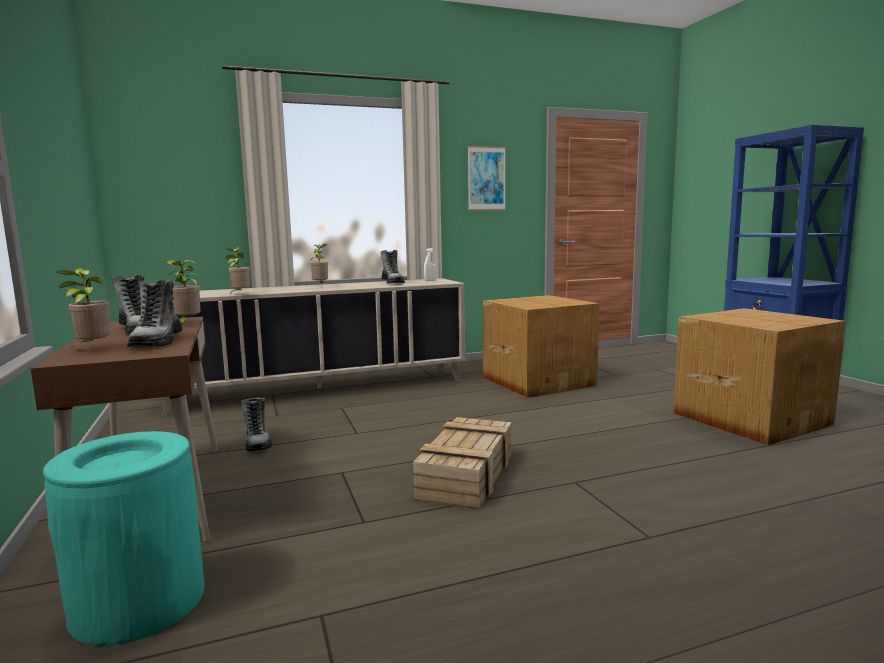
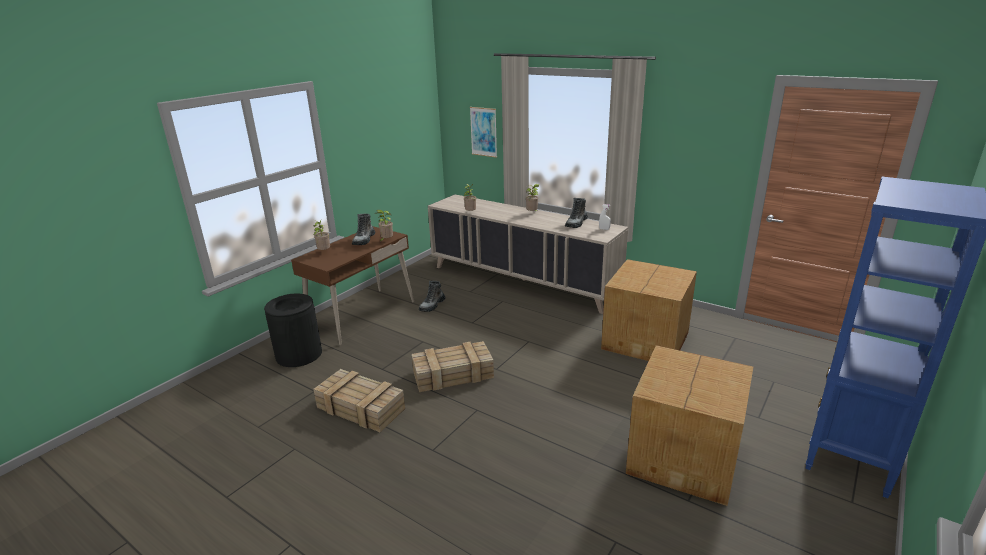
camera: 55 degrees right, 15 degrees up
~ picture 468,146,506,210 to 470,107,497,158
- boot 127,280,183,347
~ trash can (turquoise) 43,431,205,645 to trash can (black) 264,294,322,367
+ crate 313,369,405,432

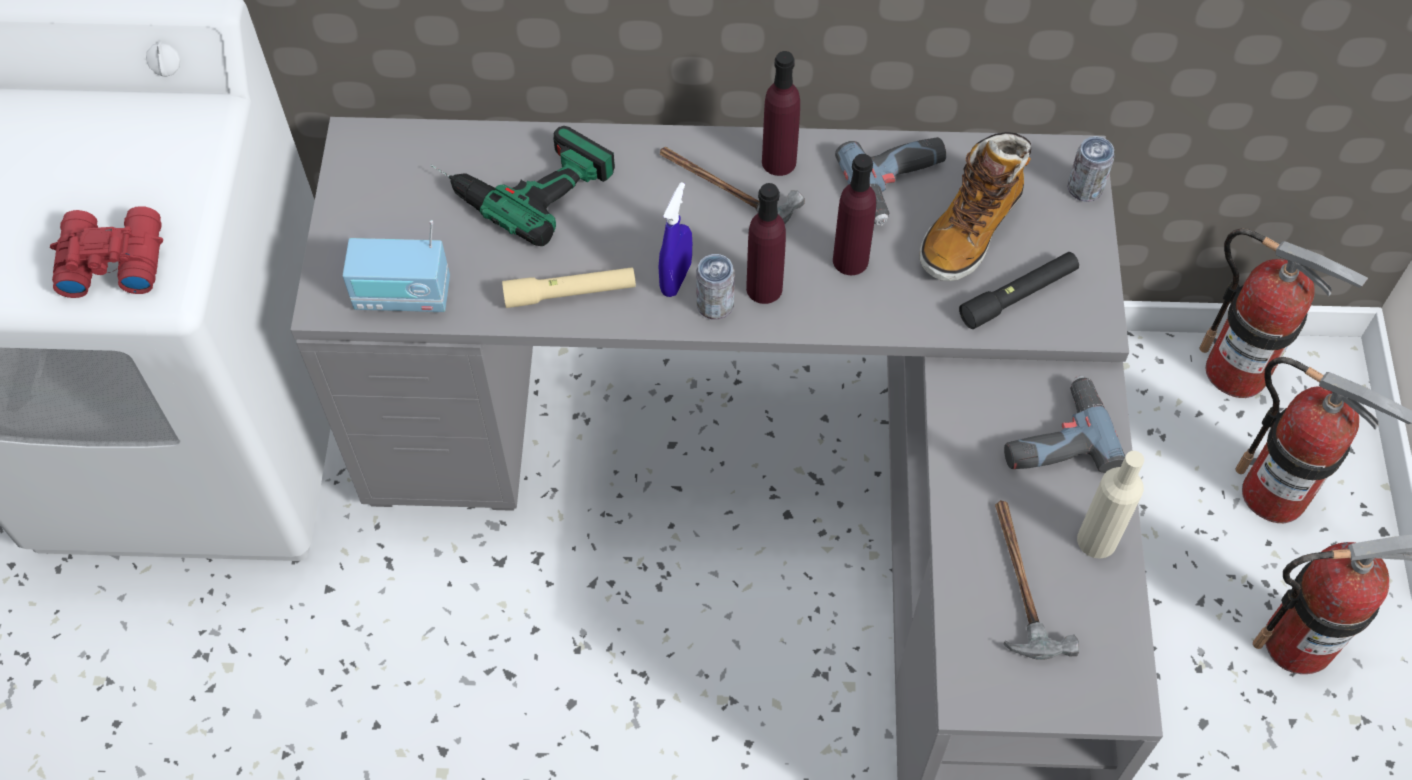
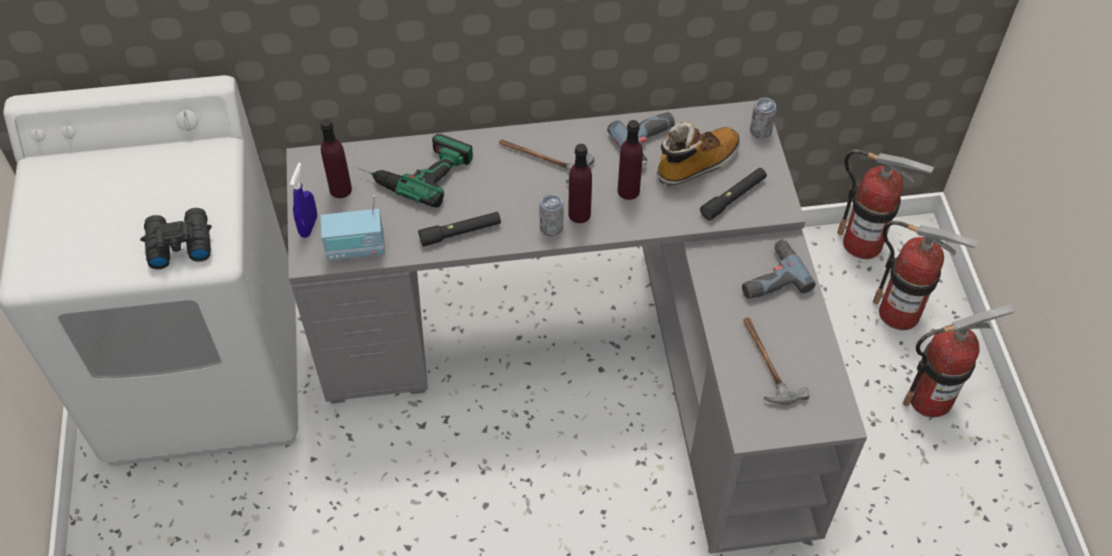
camera: 10 degrees left, 5 degrees down
~ bottle (purple) 762,51,800,176 to 320,118,352,198
~ boot 919,132,1031,281 = 657,122,740,186 150 degrees counterclockwise
~ spray bottle (blue) 659,182,692,297 to 290,163,317,238
~ binoculars (red) 50,206,163,298 to binoculars (black) 140,208,212,269
~ flashlight (beige) 502,267,636,308 to flashlight (black) 418,212,501,247
- bottle (beige) 1077,451,1144,559

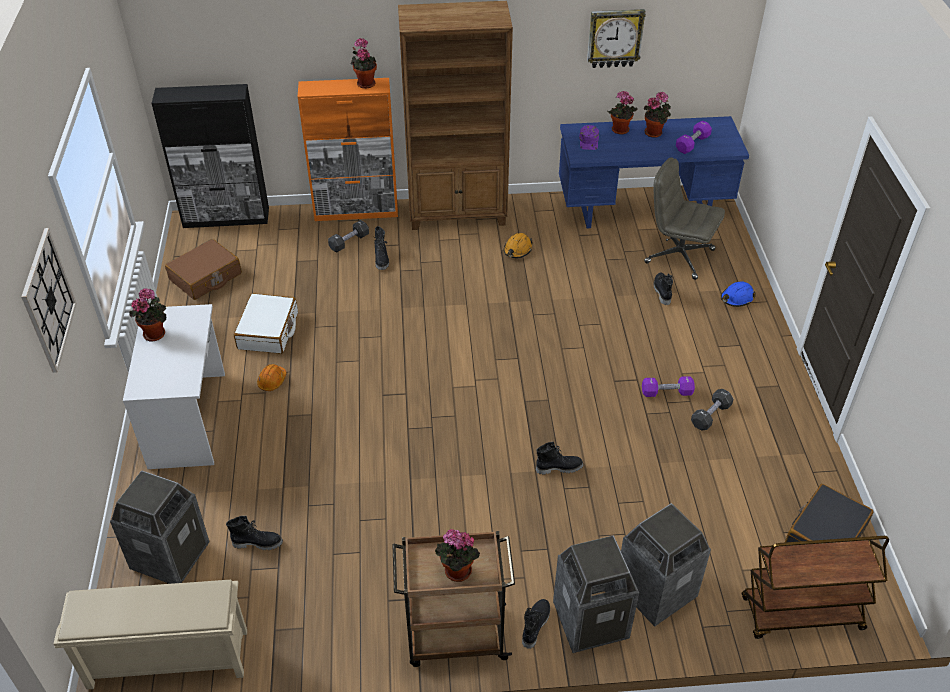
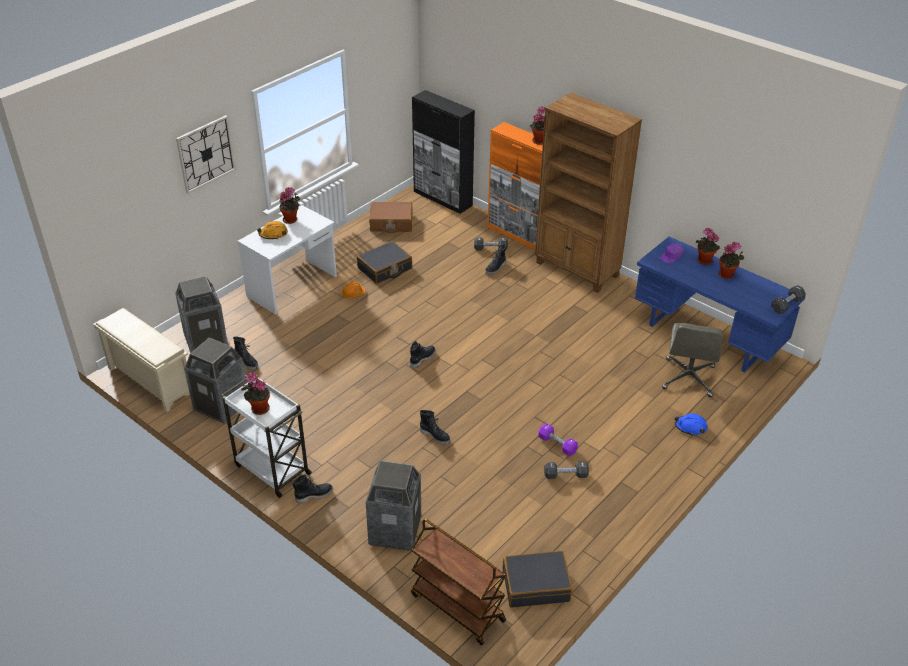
camera: 45 degrees right, 5 degrees down
- wall clock 587,9,646,68
- dumbbell (purple) 676,120,712,154
~ office chair (grey) 644,157,725,280 = 662,323,723,397 150 degrees counterclockwise
~ hard hat (orange) 504,233,533,258 to 257,221,288,239
~ boot (black) 654,273,673,305 to 410,341,436,368
~ suitcase (white) 234,293,298,354 to suitcase (black) 357,241,412,284
~ cart (brown) 392,531,515,667 to cart (white) 221,377,312,498
~ trash can 553,535,639,653 to 184,337,247,424
+ dumbbell (black) 771,285,806,314

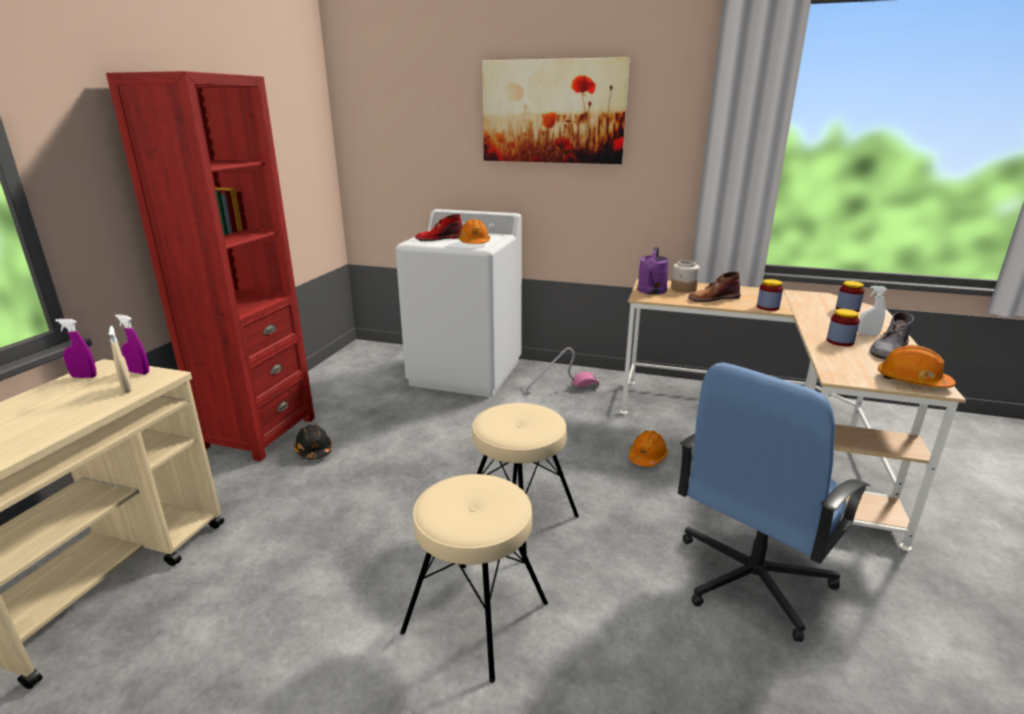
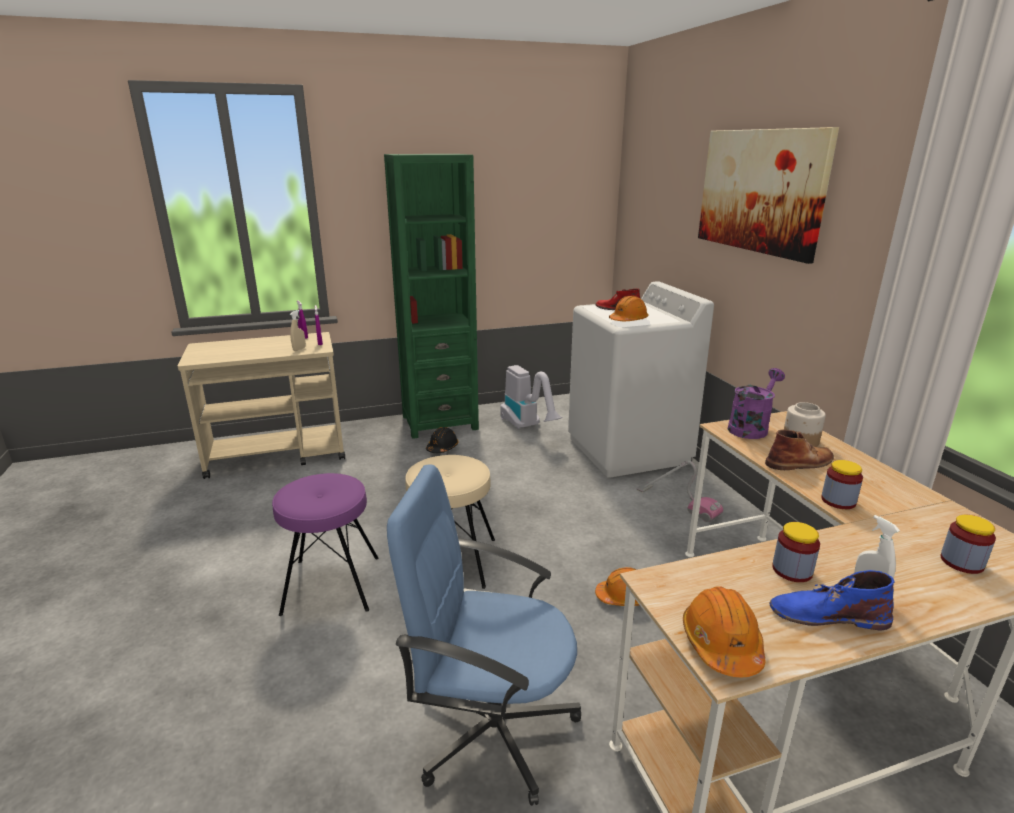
camera: 55 degrees right, 0 degrees up
~ bookcase (red) 106,71,315,462 to bookcase (green) 384,154,479,439
~ watering can (purple) 637,247,669,295 = 728,368,785,439 150 degrees clockwise
~ boot (brown) 688,272,740,302 = 765,430,834,470 120 degrees clockwise
~ boot (grey) 870,312,914,359 to boot (blue) 770,570,894,630
~ stool (beige) 400,474,548,683 to stool (purple) 272,473,379,616
+ vacuum cleaner 500,365,563,429

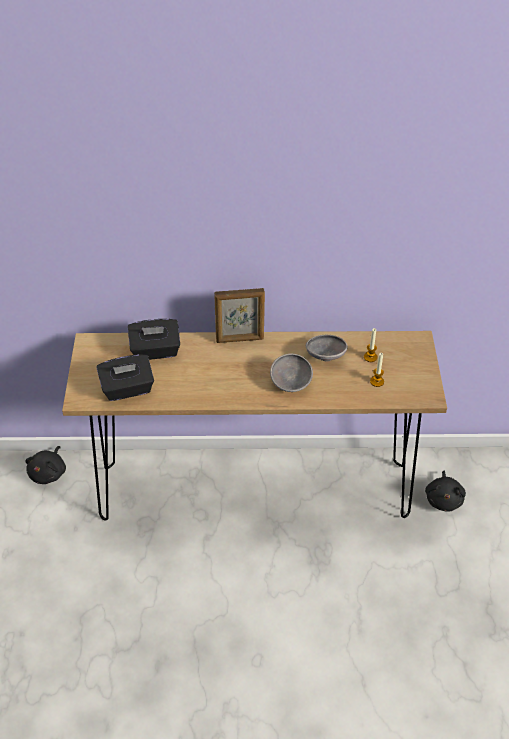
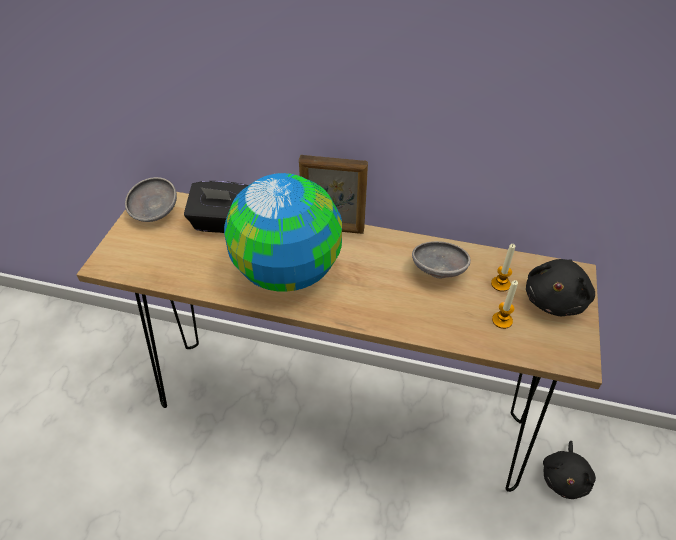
camera: 15 degrees right, 0 degrees up
~ bowl (grey) 270,353,313,392 to 125,177,177,222
- tissue box (black) 97,354,154,401
~ plush toy (black) 25,446,66,484 to 526,259,595,316
+ globe 224,173,342,292

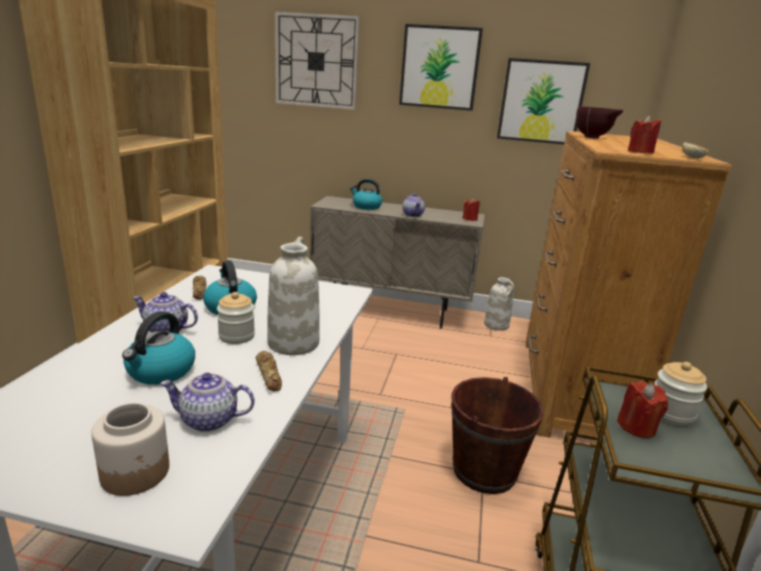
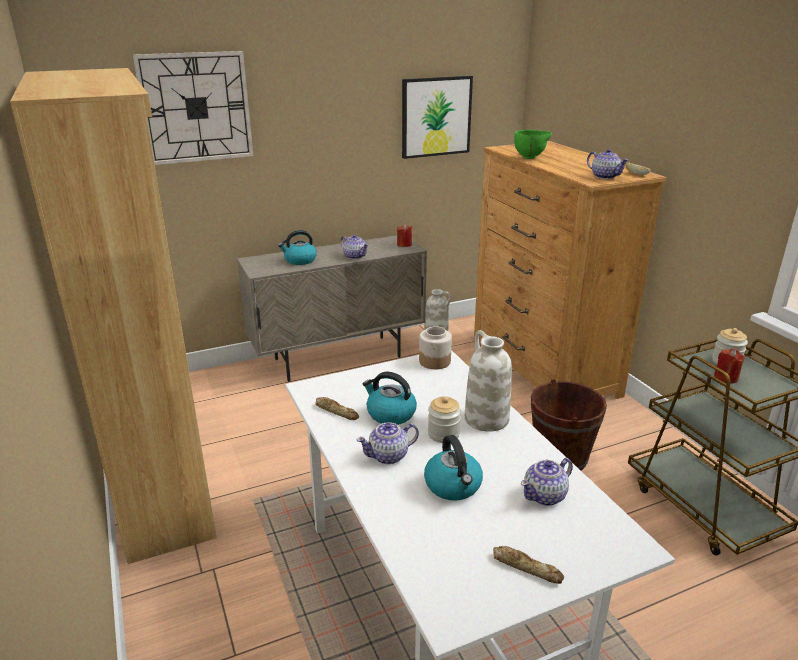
camera: 35 degrees left, 5 degrees up
- picture 399,24,483,111
~ bowl (brown) 576,106,623,138 to bowl (green) 514,130,552,159
~ candle (red) 628,116,661,153 to teapot 587,149,629,179
~ bread 255,351,282,391 to 493,546,564,584
~ jar 91,403,169,496 to 419,326,452,369

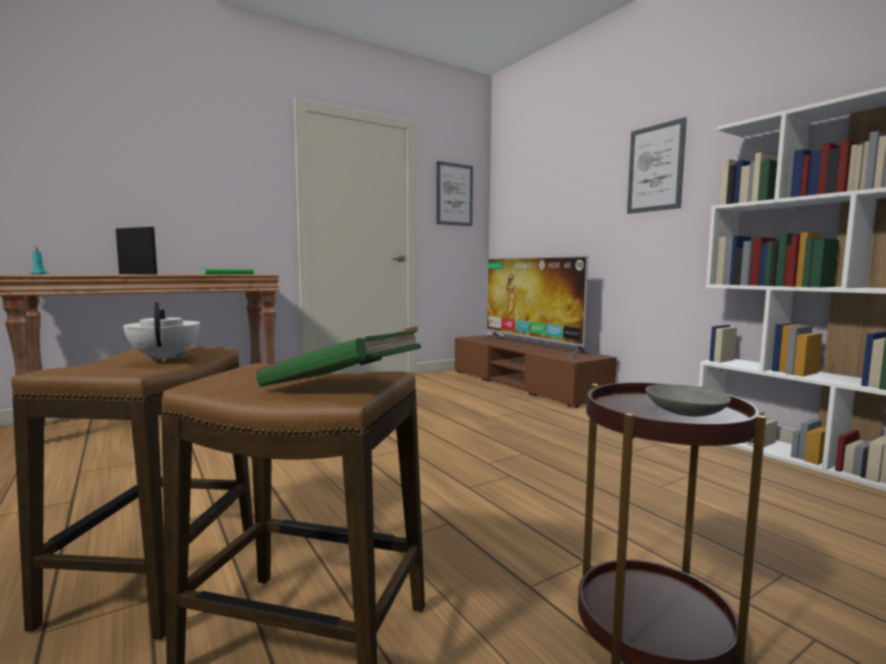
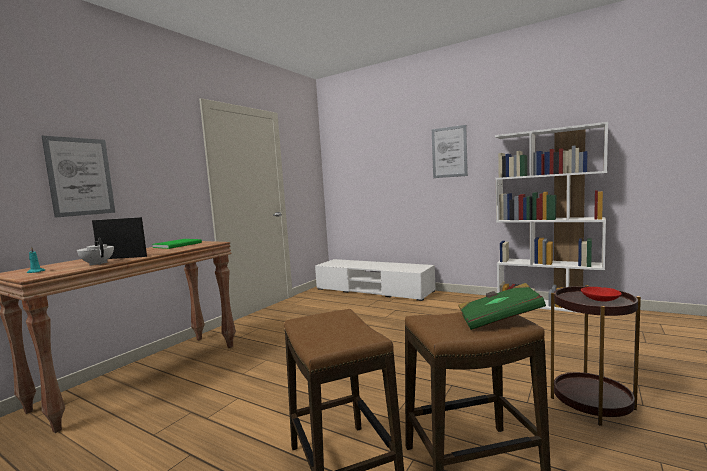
camera: 25 degrees left, 0 degrees up
~ picture 436,161,473,226 to 42,136,115,218
- television 478,255,588,358
~ teapot (white) 123,302,200,361 to 77,238,114,266
~ tv stand (brown) 455,335,617,408 to tv stand (white) 315,259,436,301
~ bowl (grey) 645,384,731,417 to bowl (red) 581,287,622,301

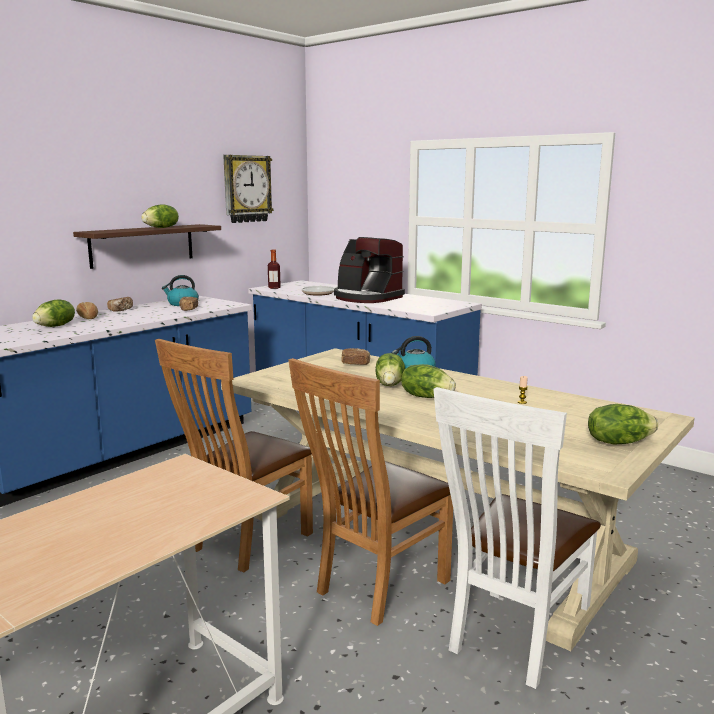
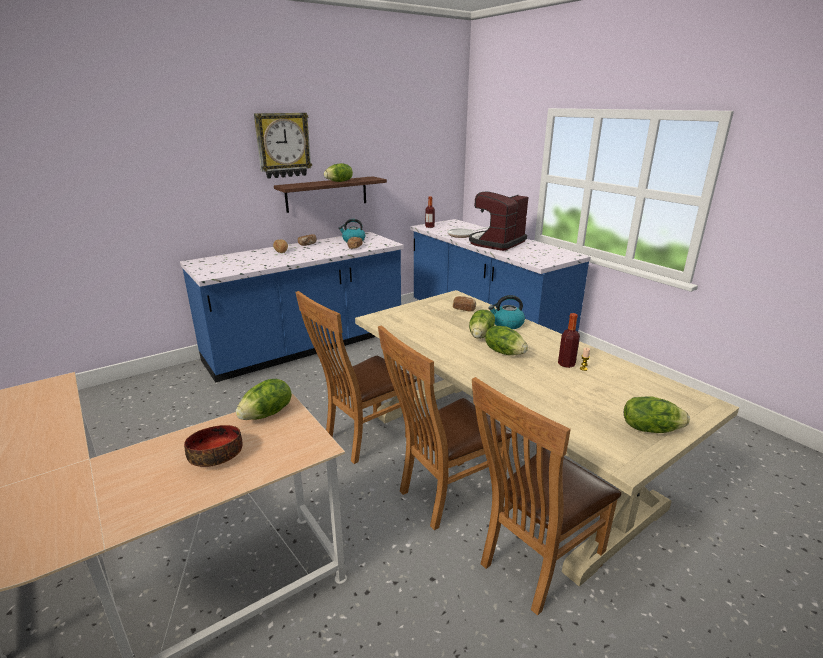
camera: 15 degrees right, 10 degrees up
~ wall clock 223,155,274,223 to 254,113,312,179
~ coffee machine 334,237,405,303 = 469,192,529,251 75 degrees clockwise
~ lettuce 32,299,75,327 to 236,379,292,420
~ chair (white) 433,387,601,689 to chair (brown) 472,377,621,616
+ bottle 558,313,580,368
+ bowl 184,425,242,467

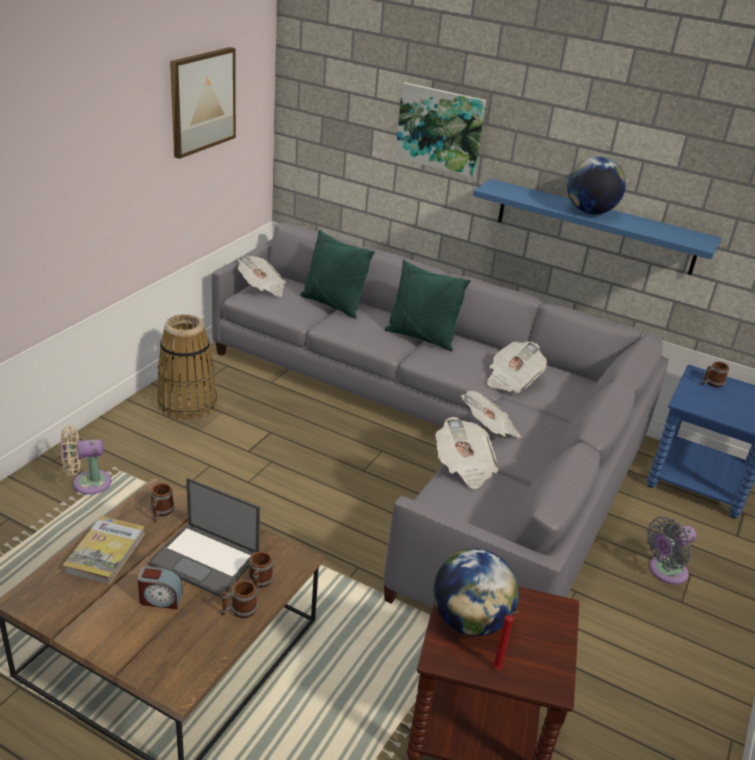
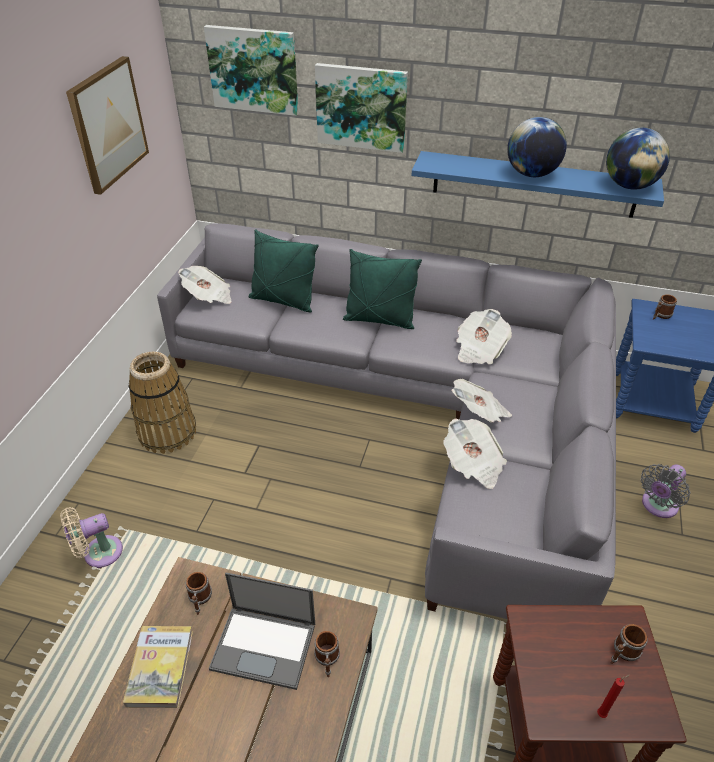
camera: 10 degrees left, 10 degrees up
~ globe 433,548,519,636 to 606,128,670,189
- alarm clock 138,566,183,609
~ mug 221,580,257,618 to 611,624,648,664
+ picture 204,25,299,116

